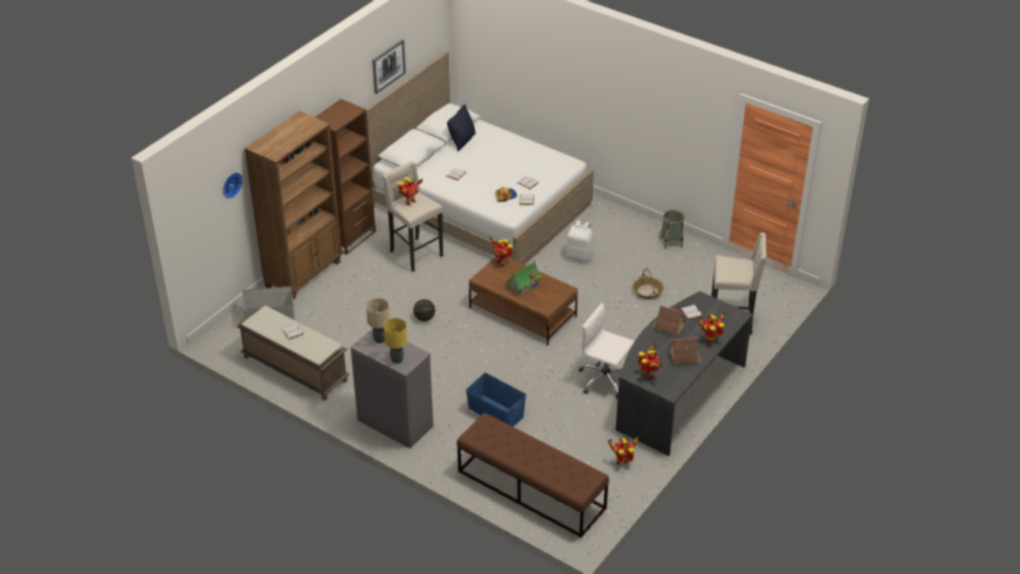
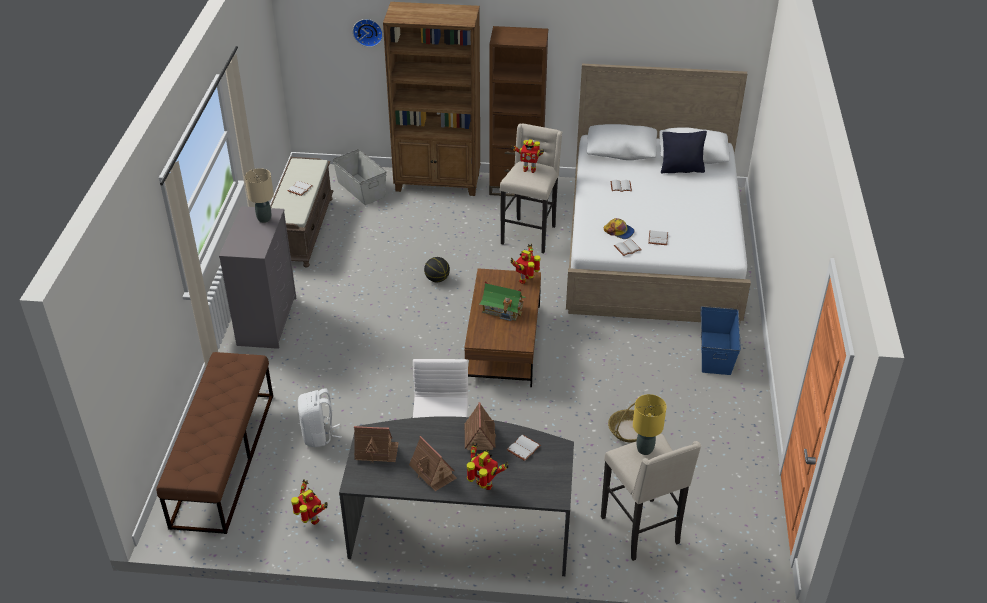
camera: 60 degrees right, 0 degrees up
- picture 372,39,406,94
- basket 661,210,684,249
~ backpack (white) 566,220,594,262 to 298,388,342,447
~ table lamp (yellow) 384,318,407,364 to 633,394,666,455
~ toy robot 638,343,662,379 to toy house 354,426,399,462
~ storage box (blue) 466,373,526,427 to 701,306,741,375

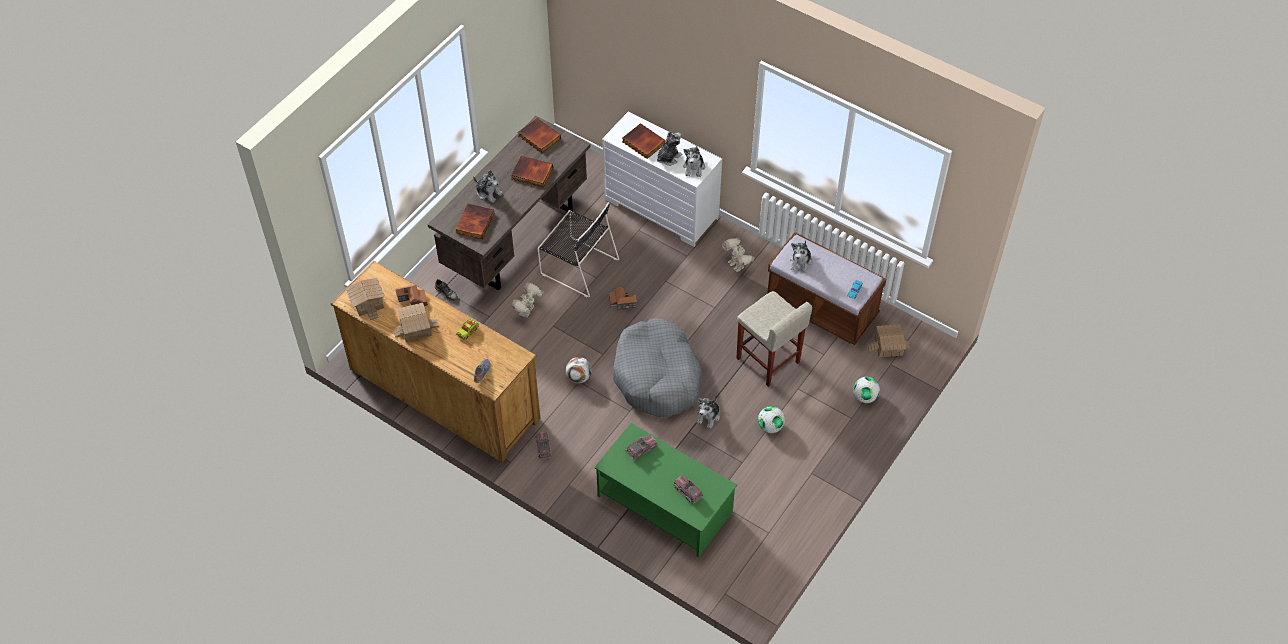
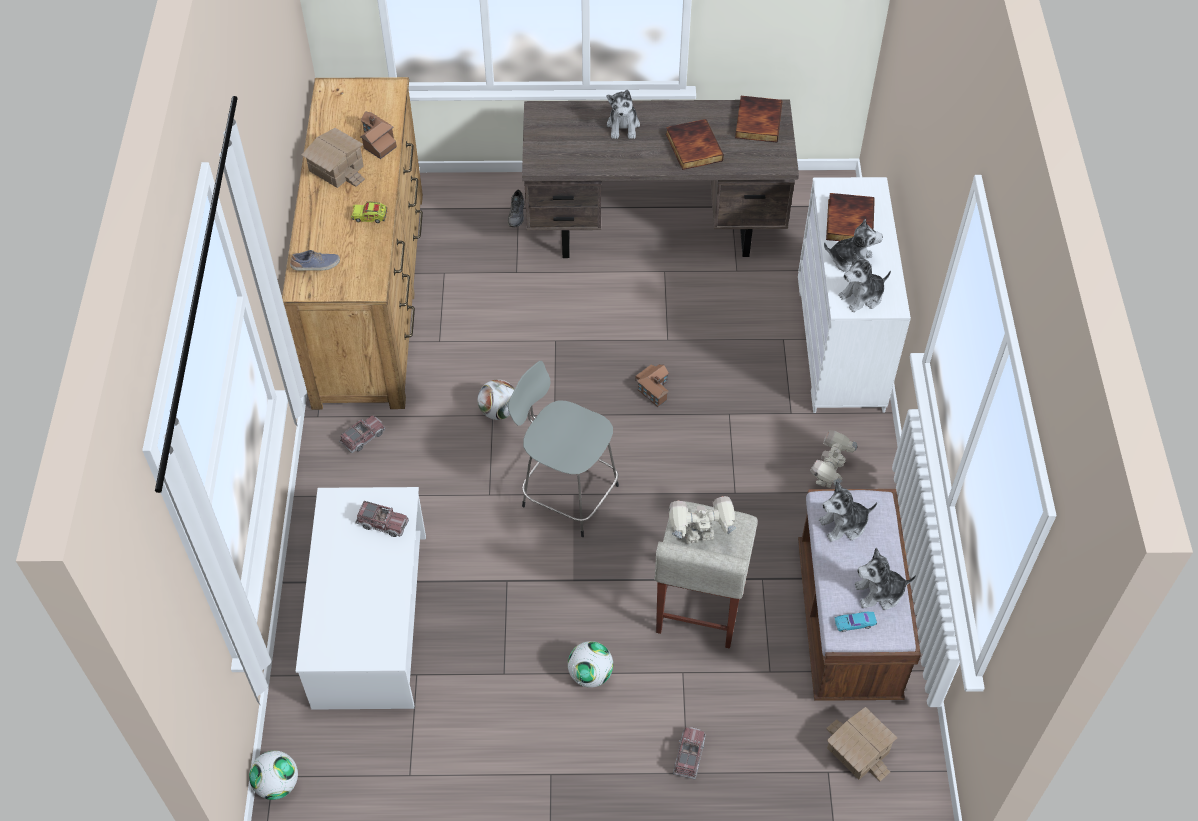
camera: 55 degrees right, 0 degrees up
- chair (black) 538,202,619,297
- book 455,204,494,239
- toy house 346,278,385,320
~ toy robot 511,282,544,318 to 669,496,736,544
~ dog bed (grey) 613,318,702,417 to stool (grey) 508,361,619,537
~ football 853,377,880,403 to 249,751,298,800
~ plush toy 696,395,720,429 to 854,548,916,610
~ coffee table (green) 594,423,737,558 to coffee table (white) 296,487,426,710
~ toy truck 673,475,703,504 to 673,727,706,779

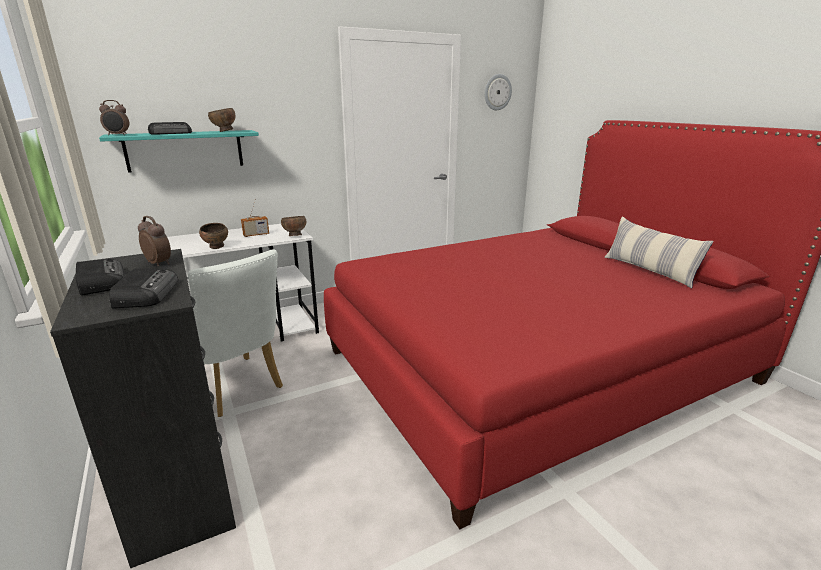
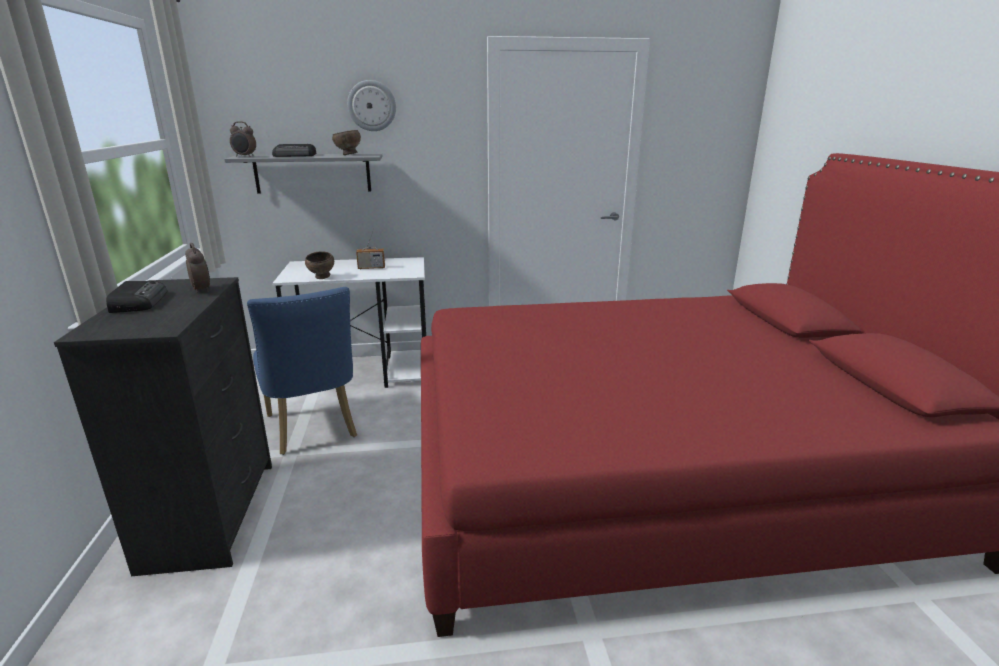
camera: 20 degrees right, 0 degrees up
~ wall clock 484,74,512,110 to 347,80,396,131
~ shelf (turquoise) 99,130,259,173 to shelf (grey) 224,154,383,194
- bowl (brown) 281,216,307,236
- pillow 604,217,714,288
~ chair (white) 188,249,283,417 to chair (blue) 247,287,357,455
- radio 109,268,178,309

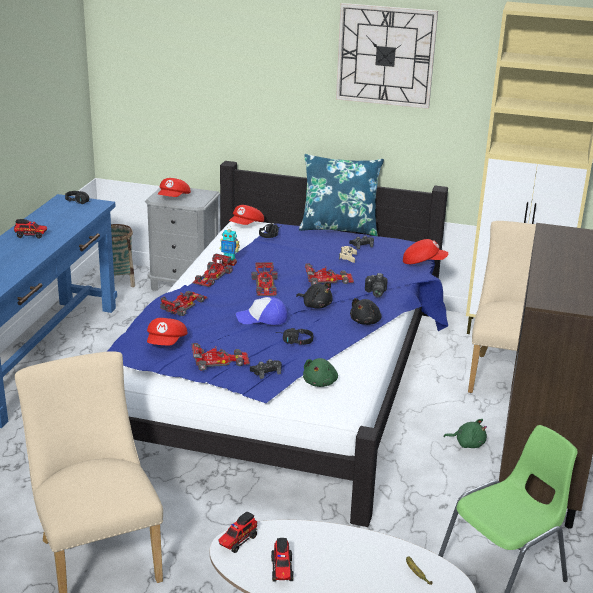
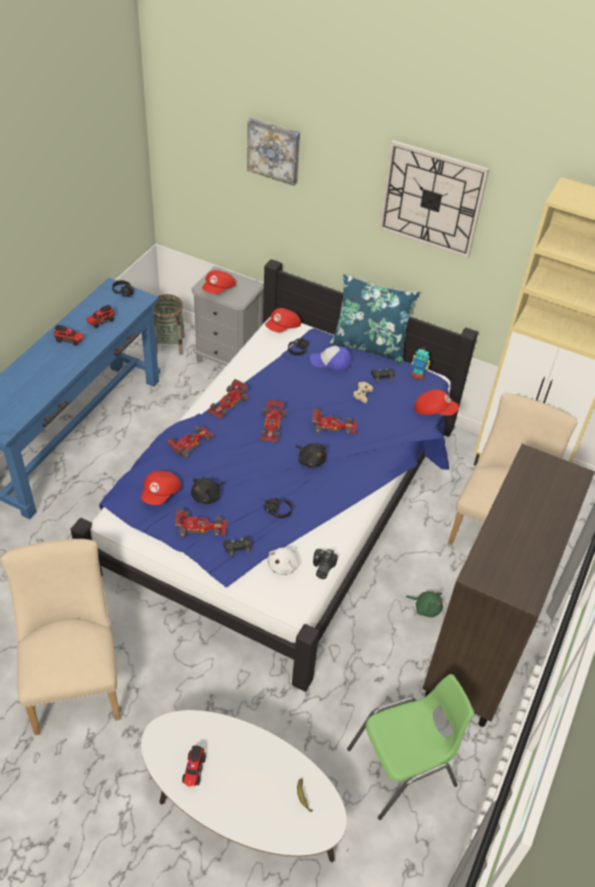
camera: 10 degrees right, 20 degrees up
~ toy robot 220,227,240,266 to 411,347,430,381
~ photo camera 365,273,388,297 to 313,549,338,579
~ cap 236,297,287,325 to 310,346,352,371
~ plush toy (black) 350,298,382,325 to 191,478,226,504
~ plush toy (green) 303,358,338,387 to plush toy (white) 267,546,299,575
~ toy truck 218,512,257,553 to 86,305,115,328
+ picture 247,118,300,186

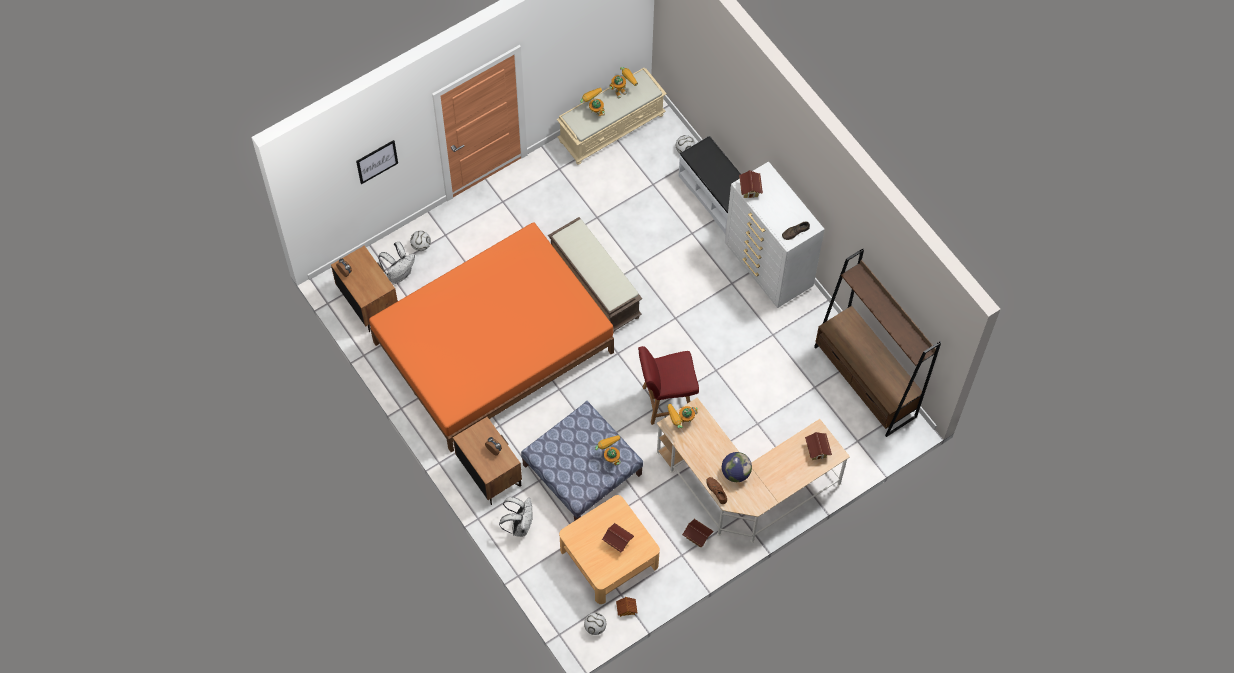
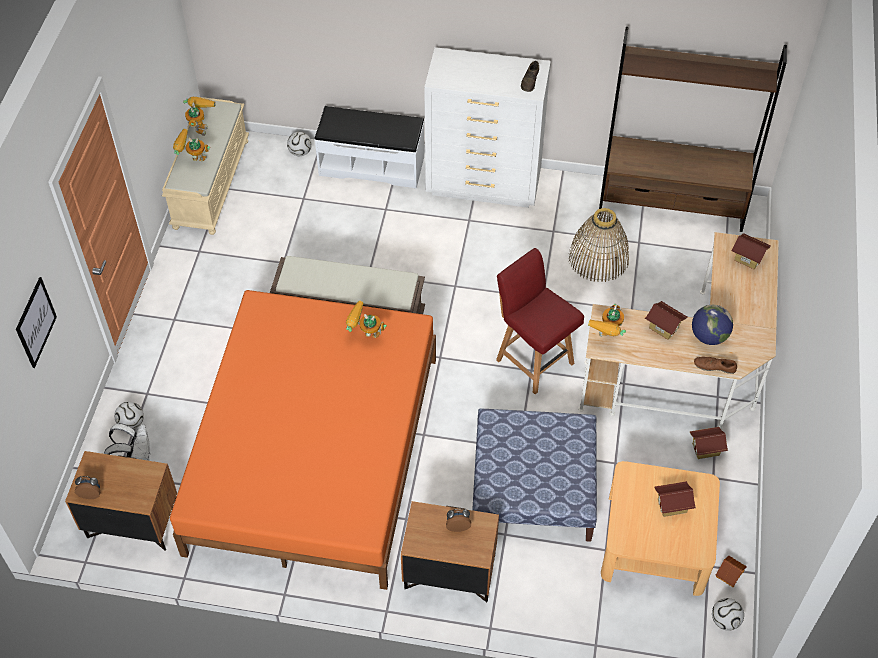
camera: 45 degrees left, 10 degrees down
~ toy house 739,170,763,198 to 645,301,687,340
~ chair (red) 638,346,699,425 = 496,248,584,394 105 degrees clockwise
~ toy robot 595,435,621,465 to 346,301,387,338
- backpack (white) 499,497,533,537
+ basket 569,208,629,282

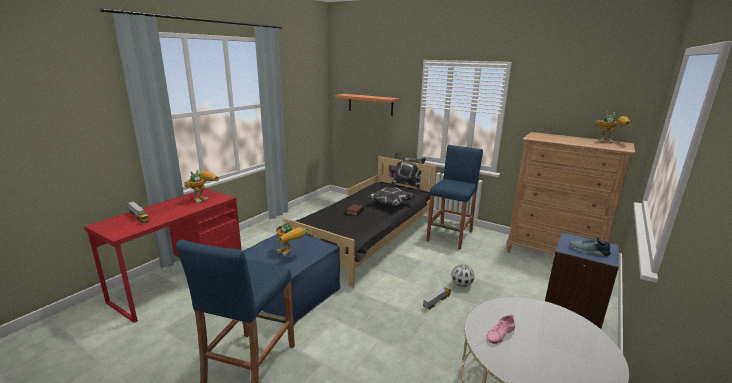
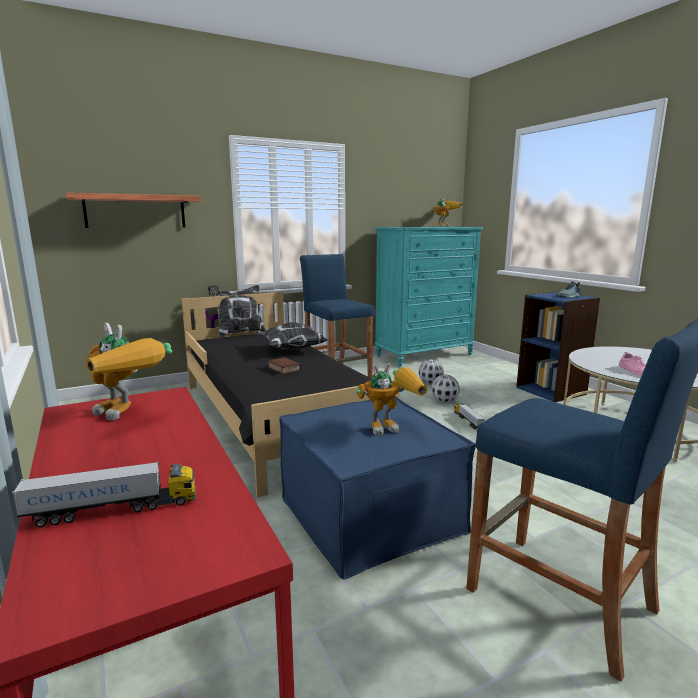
camera: 60 degrees left, 5 degrees down
~ dresser (brown) 506,132,635,255 to dresser (turquoise) 374,227,483,367
~ toy robot 184,170,219,204 = 86,323,172,421 150 degrees clockwise
+ football 418,359,444,385

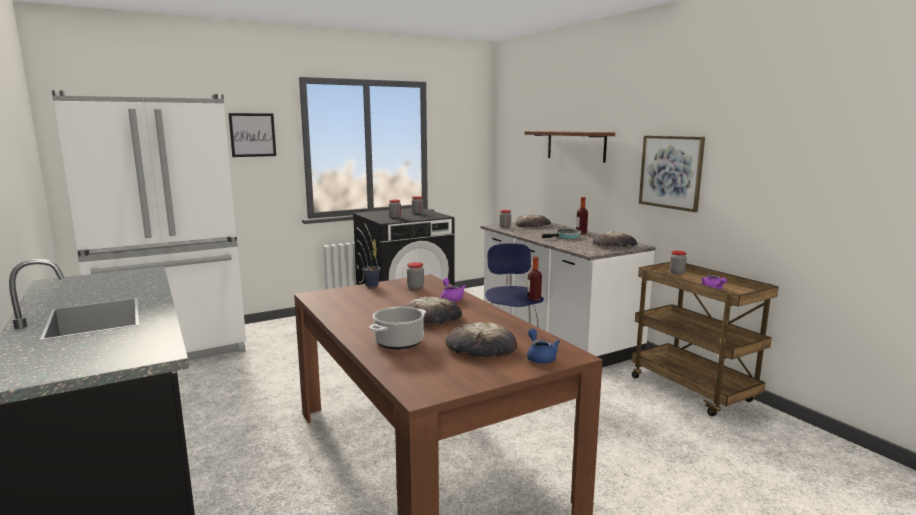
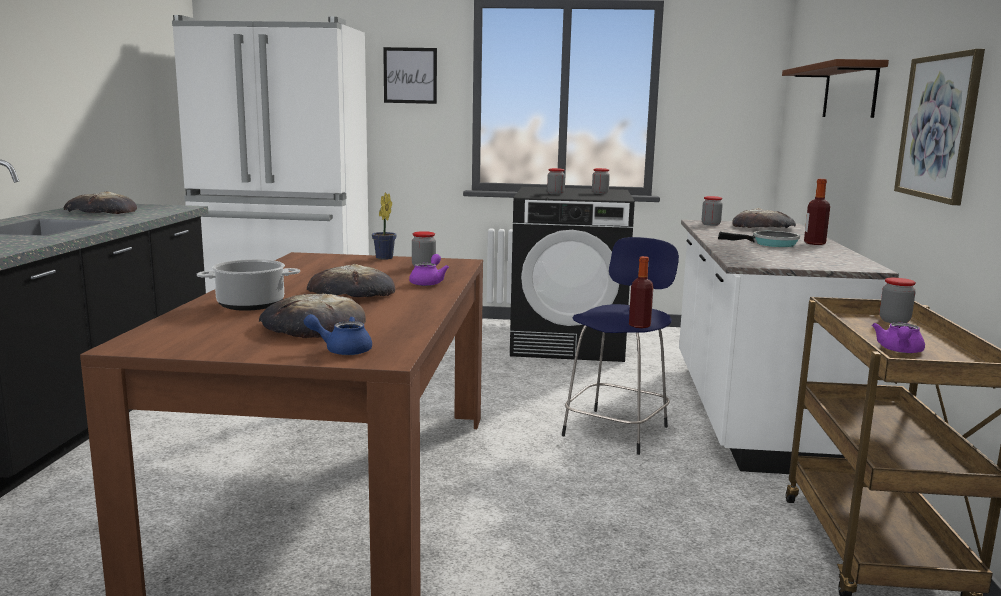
camera: 35 degrees right, 0 degrees up
~ bread 593,231,637,247 to 63,191,137,214
~ teapot (blue) 527,328,560,364 = 304,314,372,355 105 degrees counterclockwise

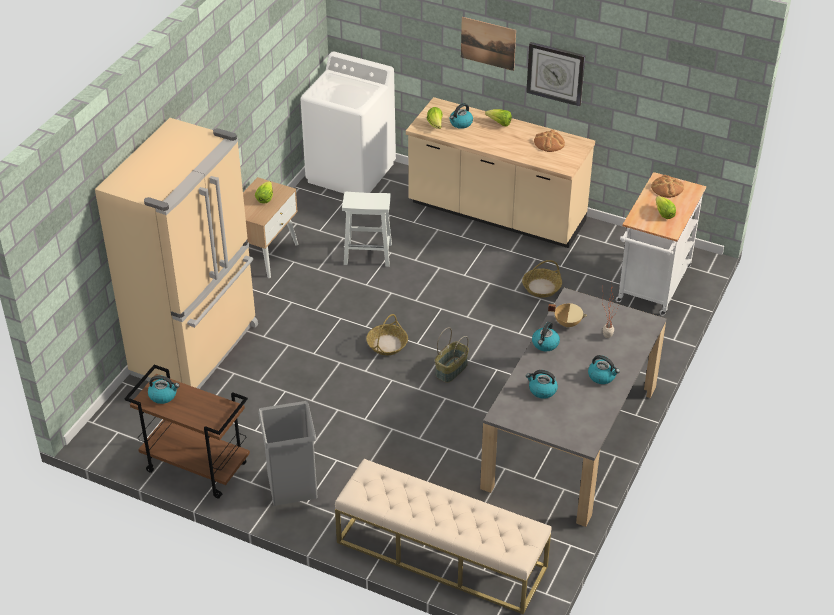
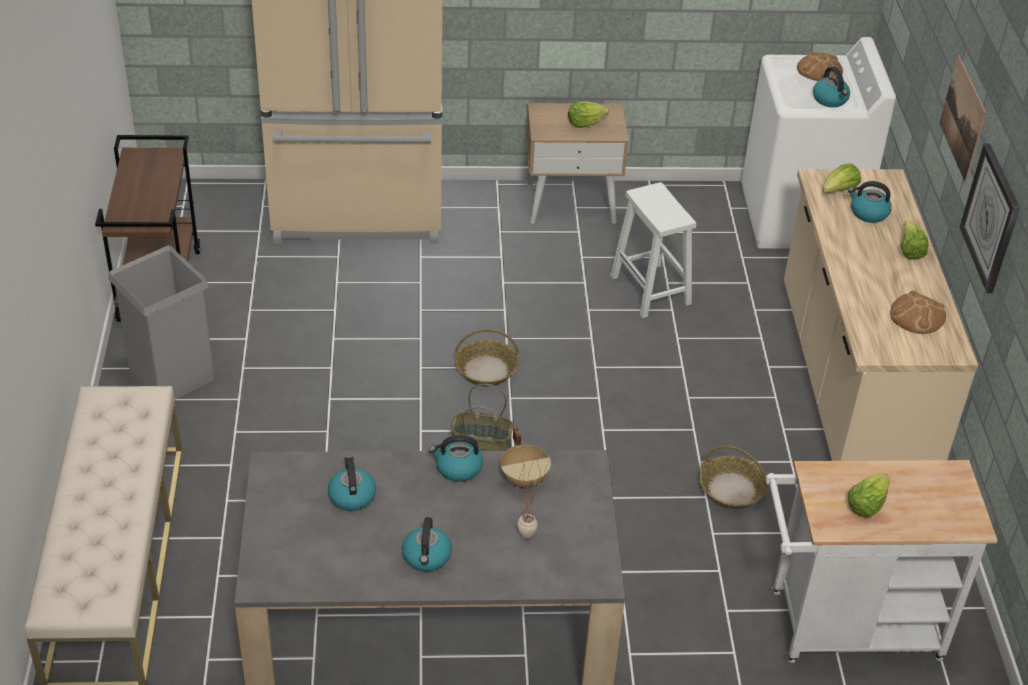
camera: 60 degrees right, 0 degrees up
~ bread 651,175,684,198 to 797,51,843,81
~ kettle 148,375,180,404 to 813,67,850,107

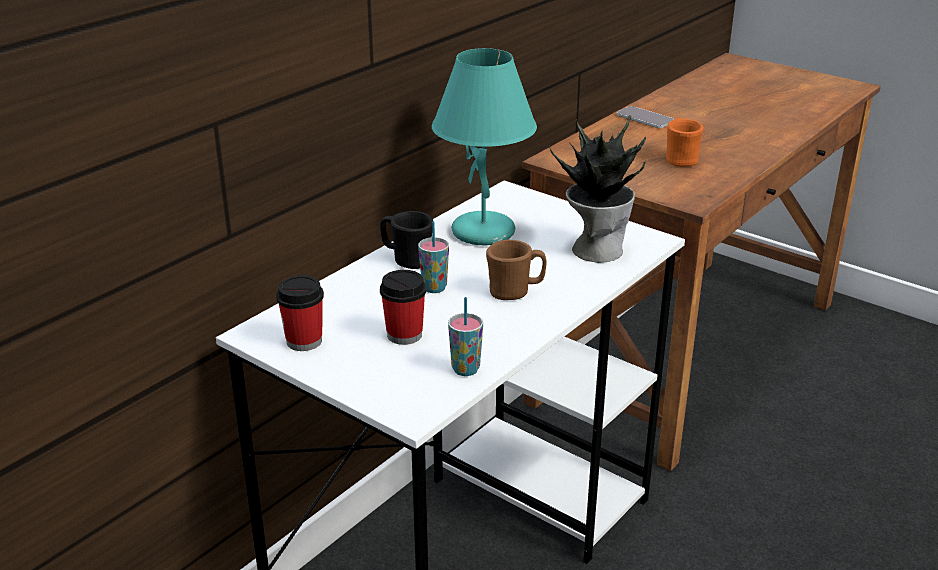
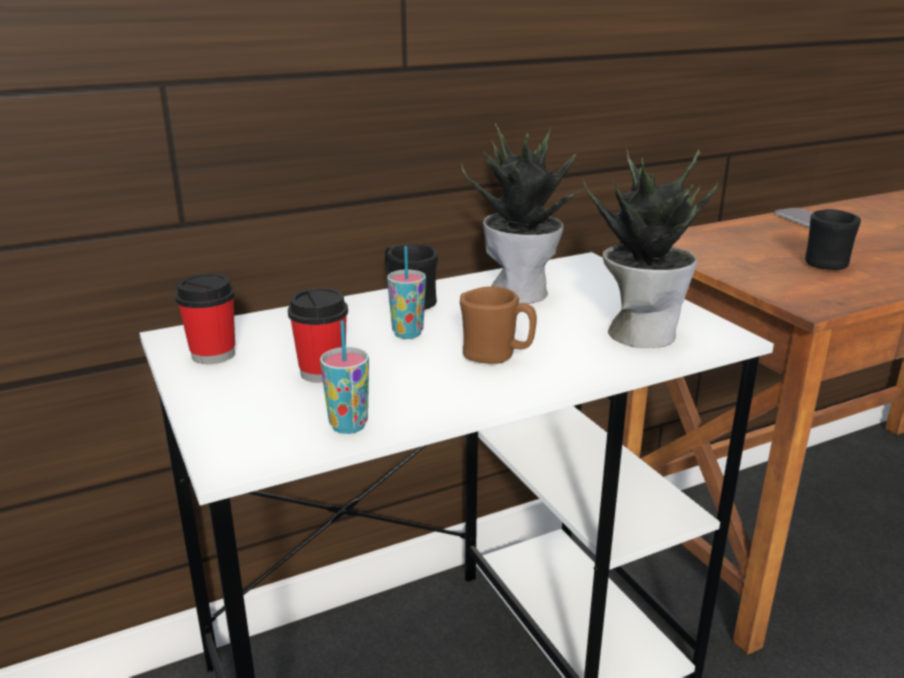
camera: 25 degrees right, 5 degrees down
~ table lamp (turquoise) 432,48,537,246 to potted plant 461,123,585,304
~ mug (orange) 666,118,704,167 to mug (black) 805,209,861,270

